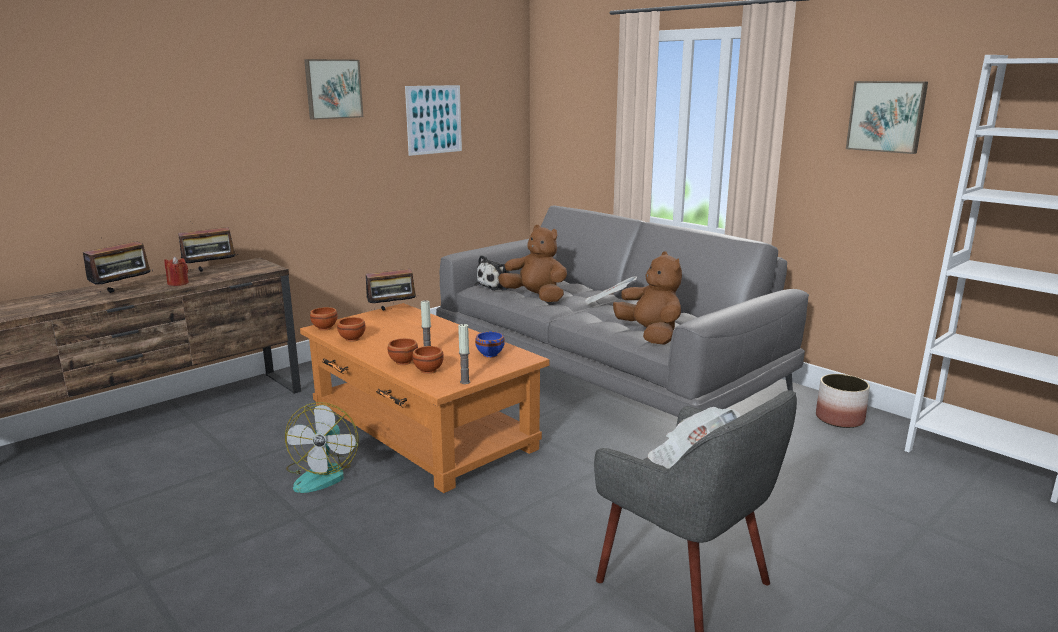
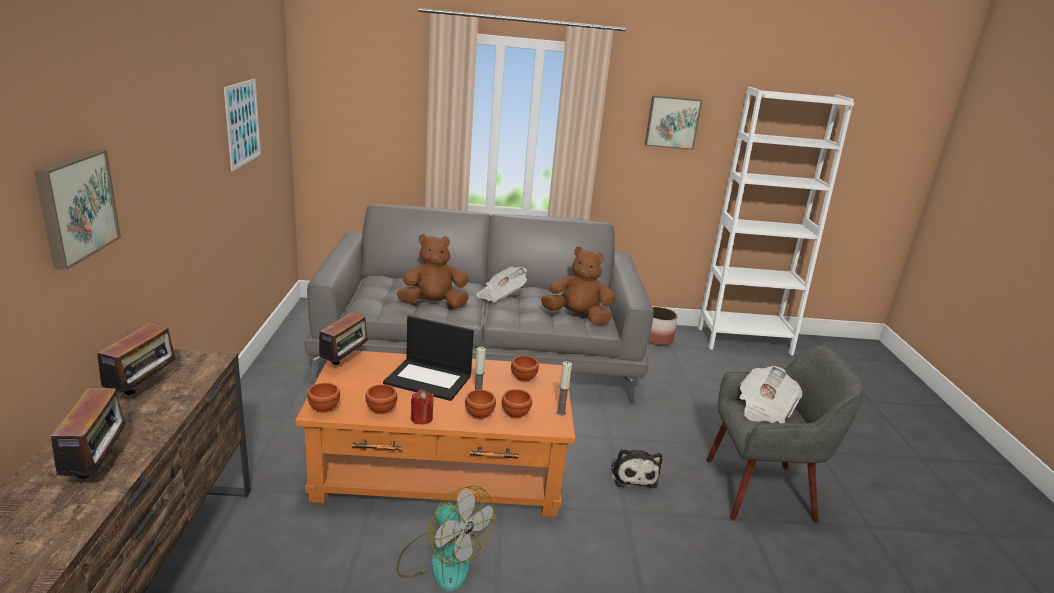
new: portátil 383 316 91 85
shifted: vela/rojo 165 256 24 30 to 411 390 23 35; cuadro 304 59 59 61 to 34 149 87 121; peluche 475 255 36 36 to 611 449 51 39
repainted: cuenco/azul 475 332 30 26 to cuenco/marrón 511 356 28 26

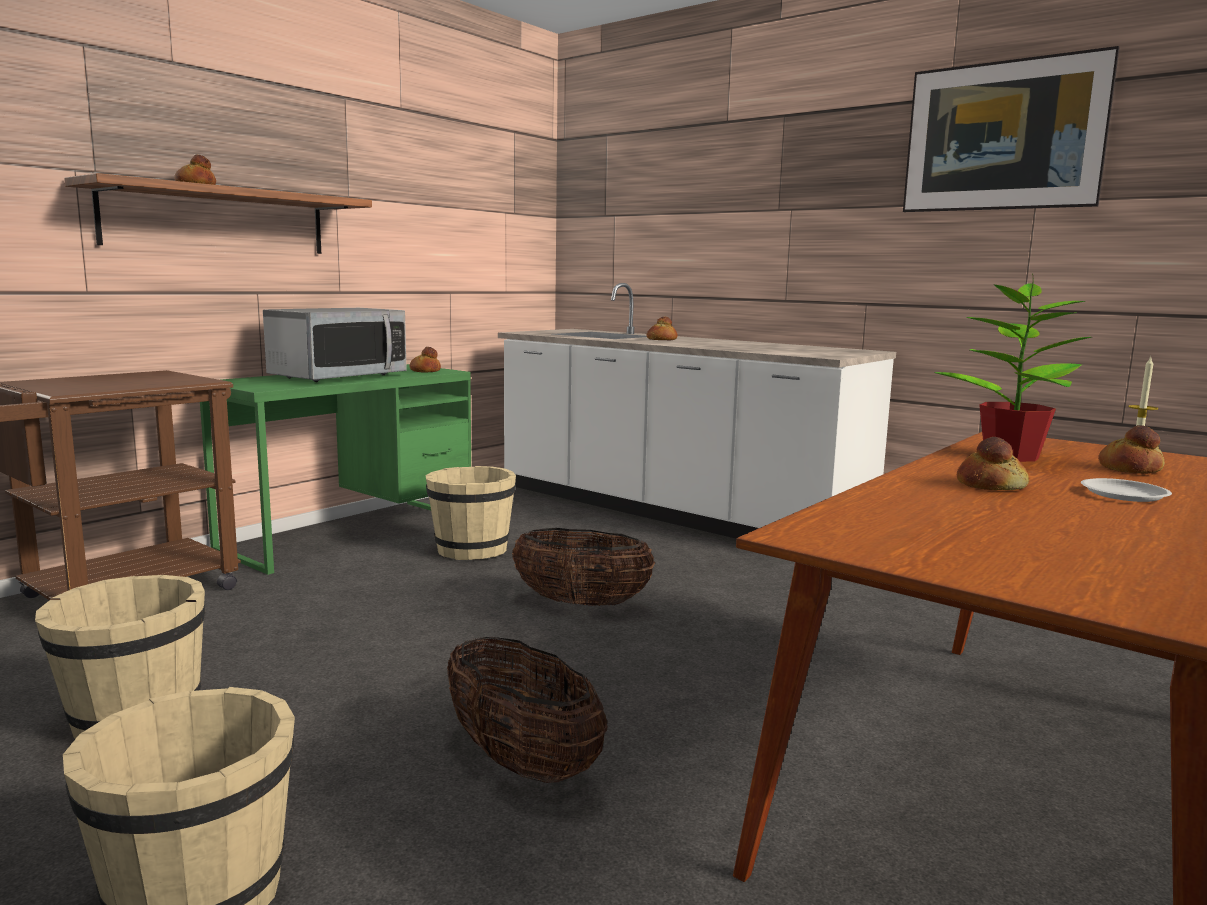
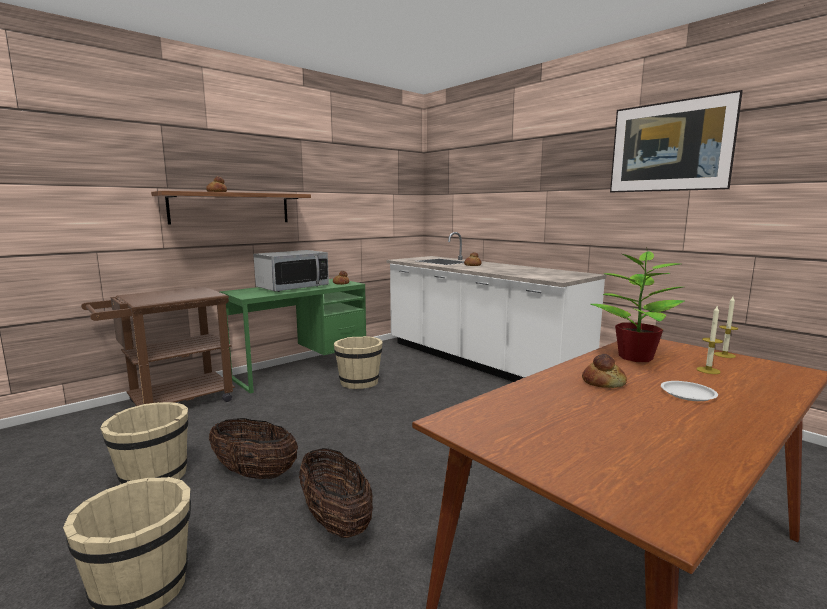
shifted: cesta 512 528 143 78 to 209 418 89 61
swapped: pan 1098 425 66 49 to vela 696 306 27 68

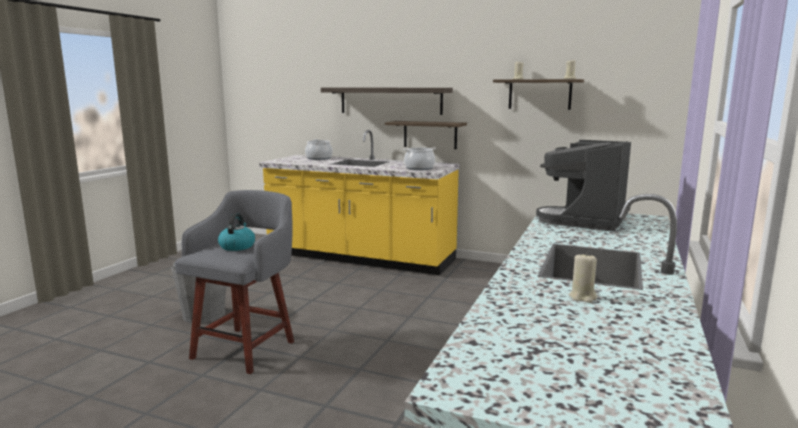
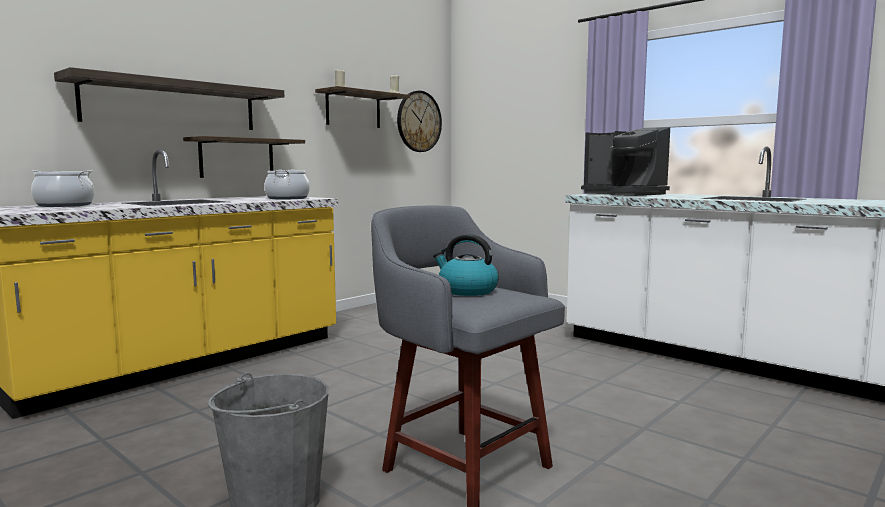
gone: vela/beis 569 252 28 51
new: reloj de pared 397 91 45 61

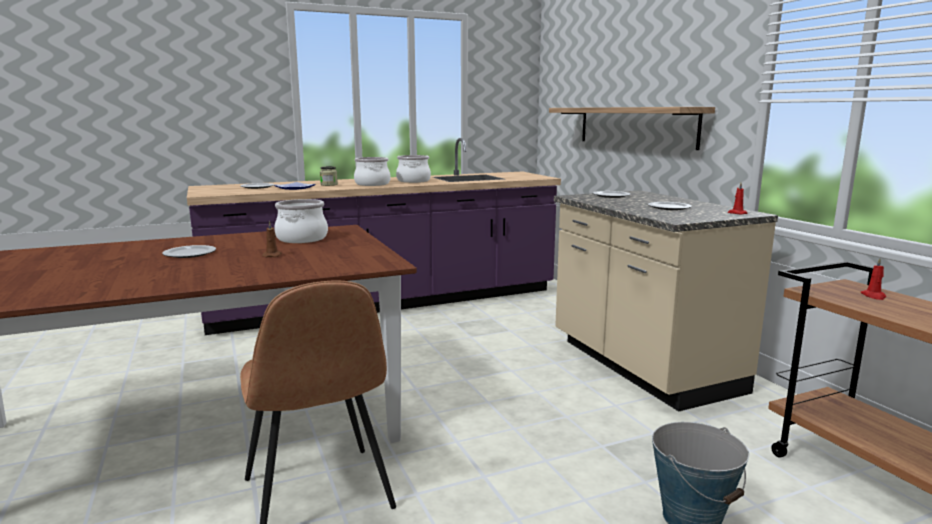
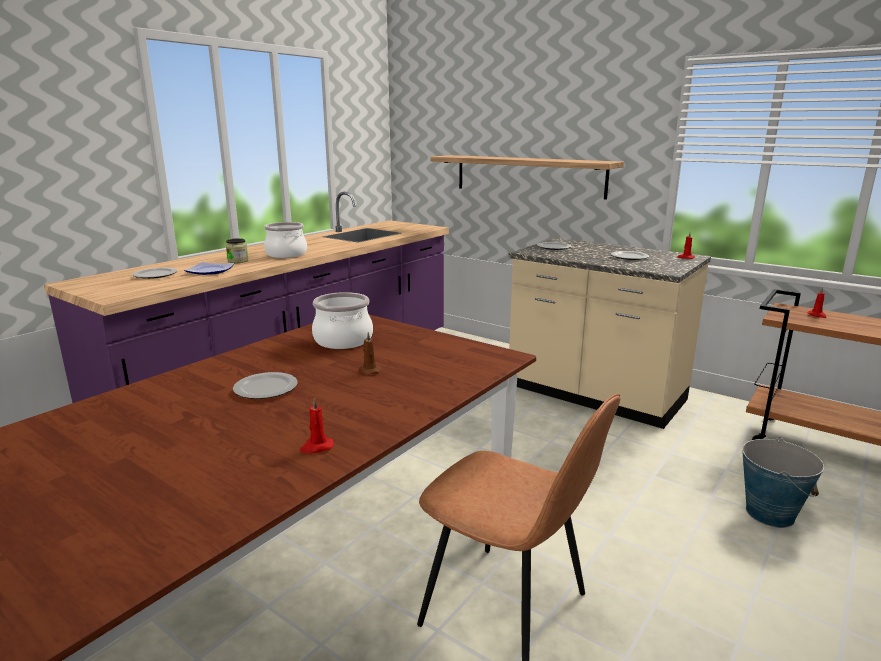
gone: olla 396 155 35 28
new: vela/rojo 300 398 34 55

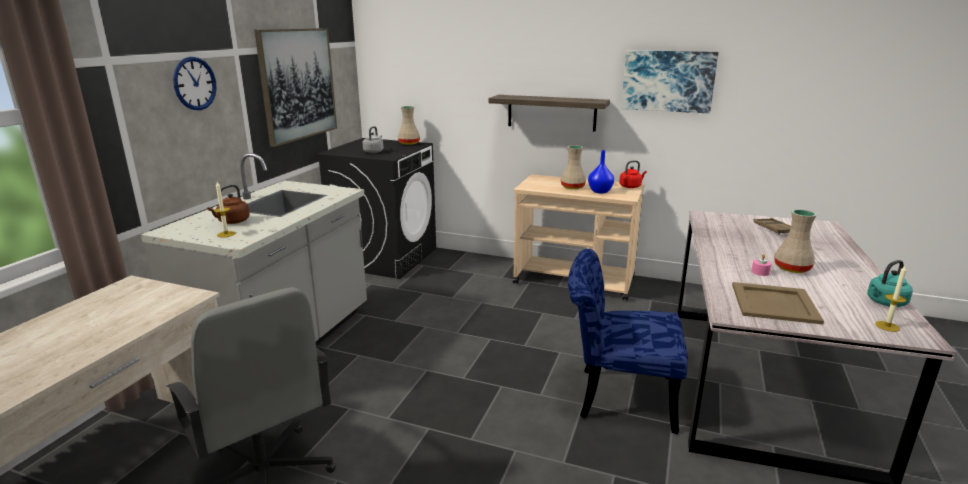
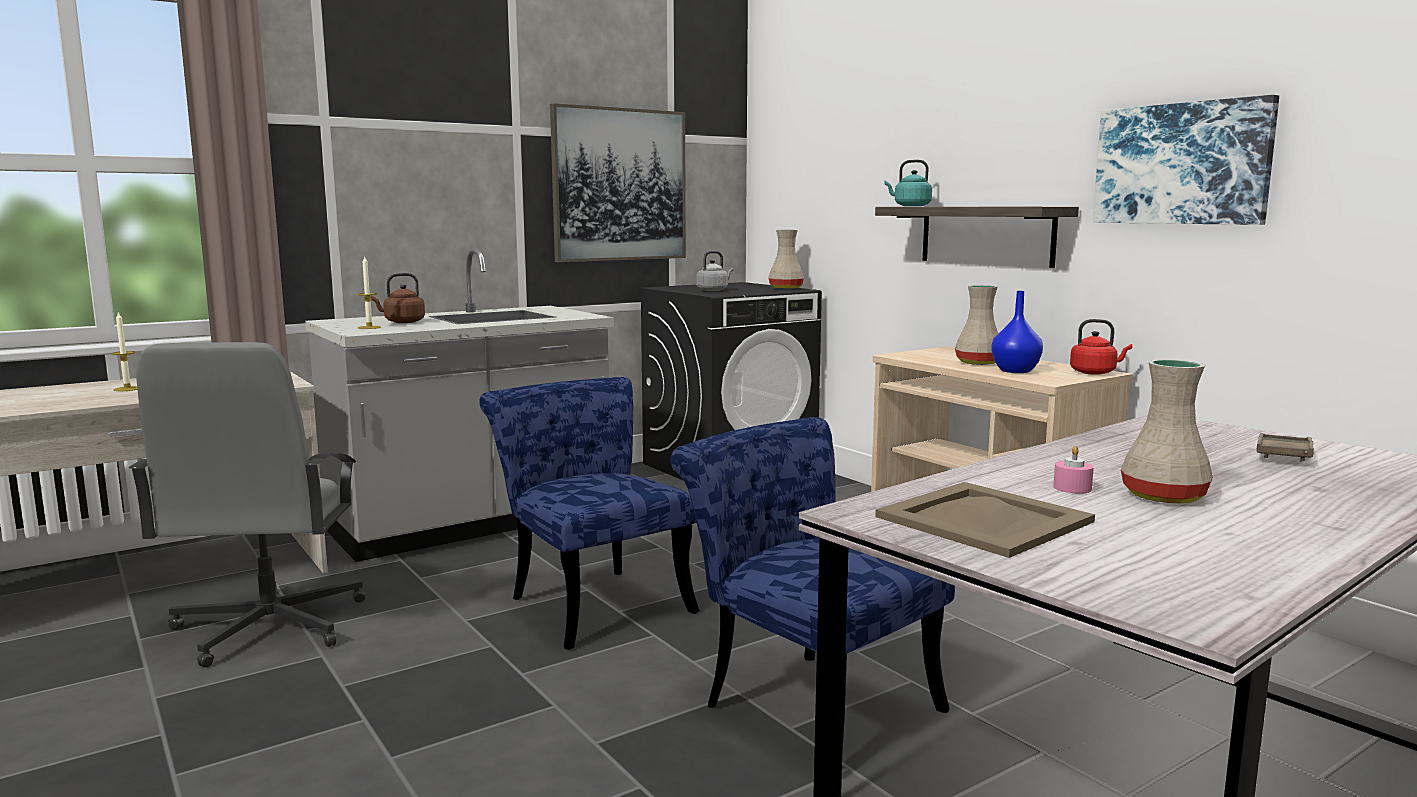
gone: reloj de pared 173 57 43 53
new: silla/azul 479 377 221 273
shifted: hervidor/turquesa 867 260 46 47 to 884 160 48 46; vela 875 266 31 66 to 111 311 26 80

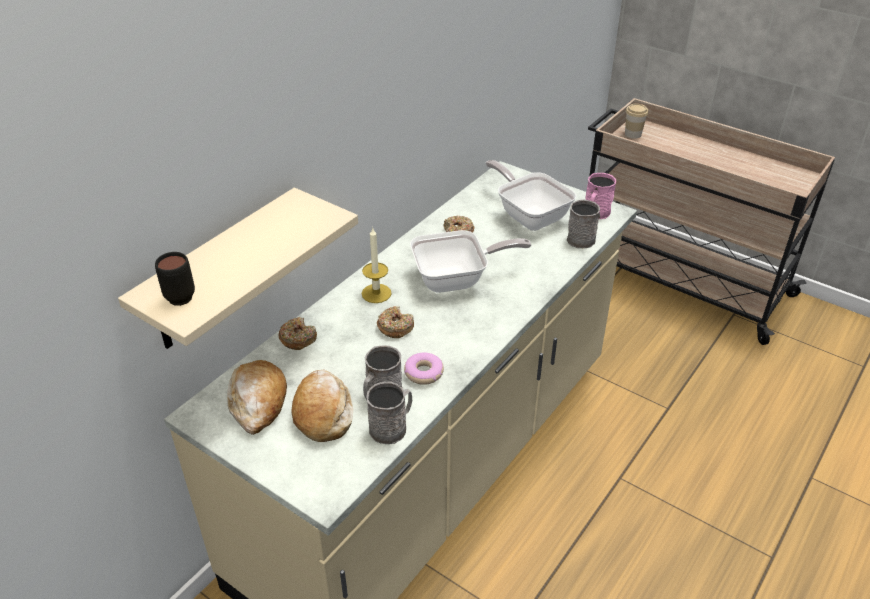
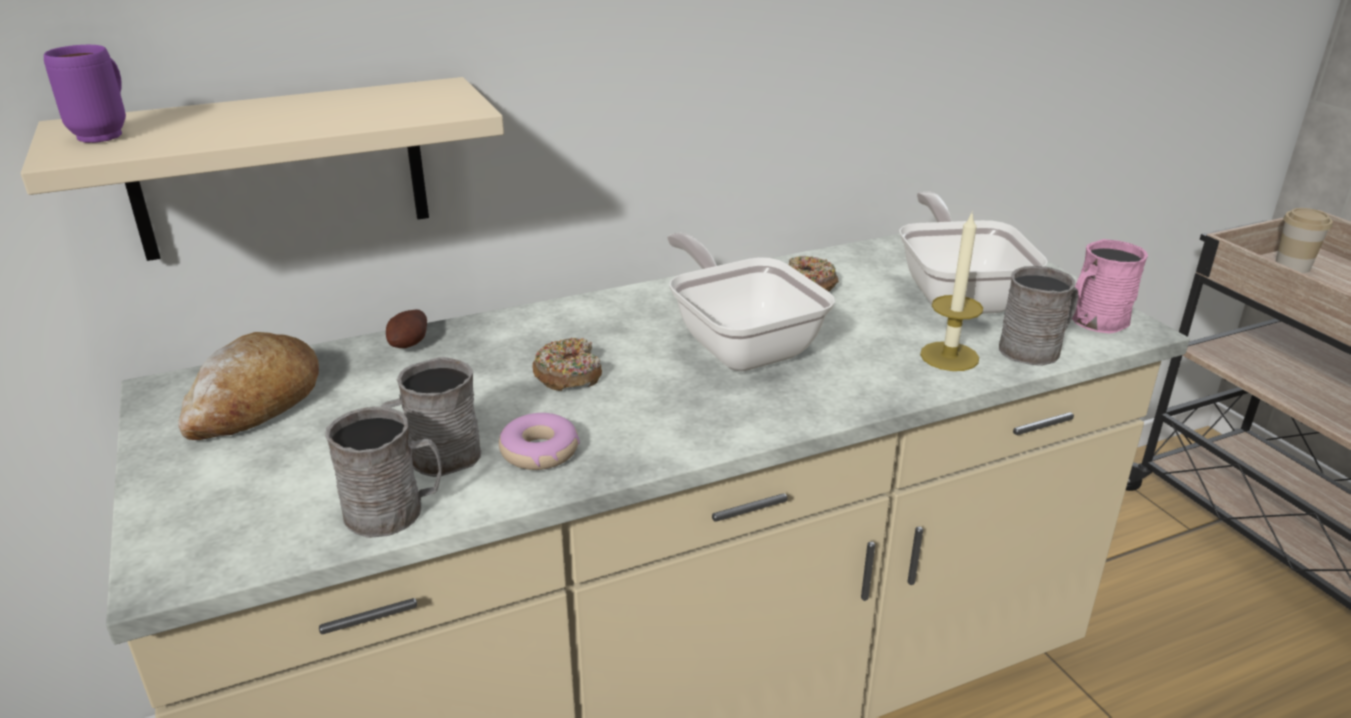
gone: pan 291 370 62 72
shifted: vela 362 228 30 75 to 920 211 63 160
swapped: rosquilla 278 317 39 33 to patata 386 310 41 38
repainted: taza grande/negro 155 252 40 54 to taza grande/morado 44 45 82 98
rotated: sartén 410 230 121 63 = 667 233 168 138 135 degrees counterclockwise

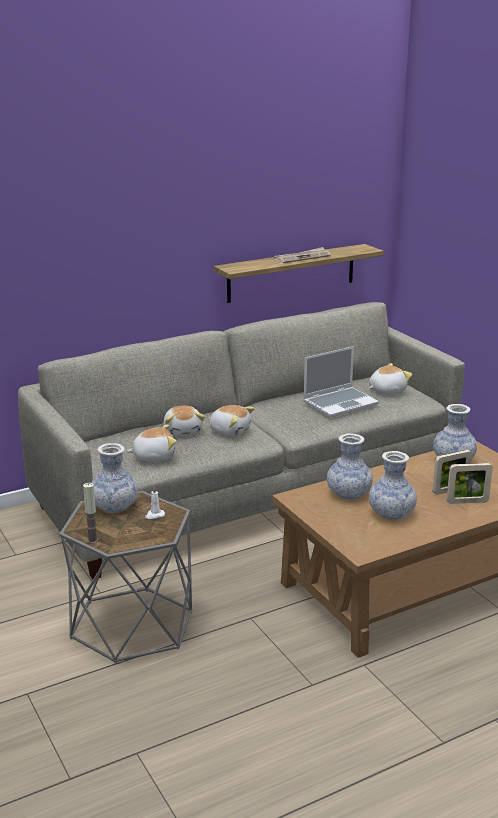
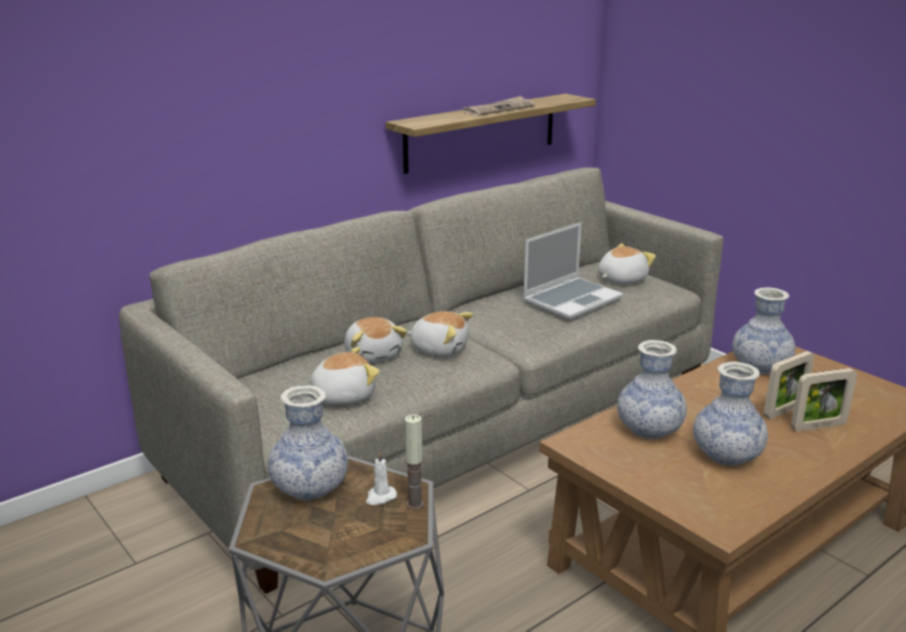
shifted: vela 83 483 15 61 to 405 414 19 96

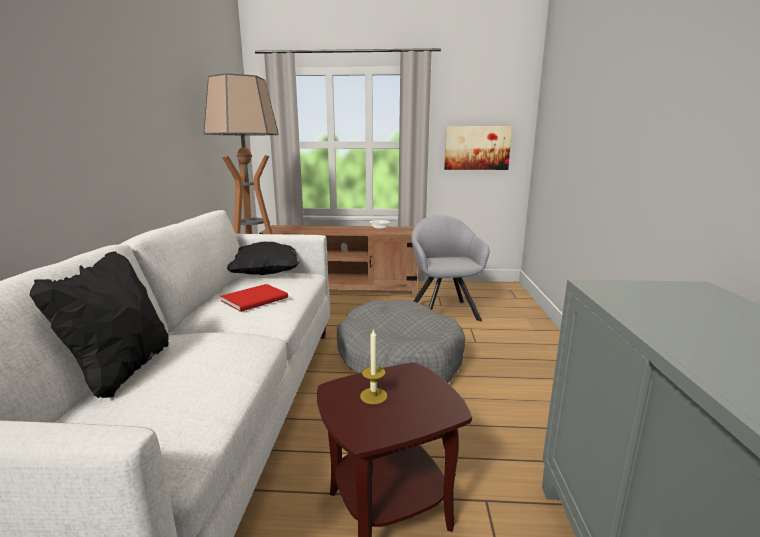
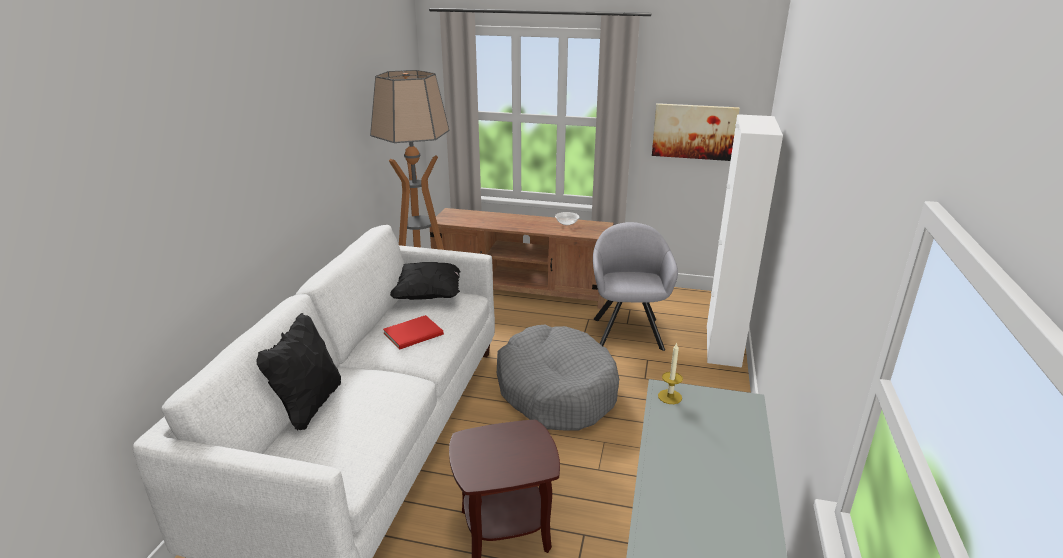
new: armario/blanco 707 114 76 253
shifted: vela 360 328 28 76 to 658 342 25 62

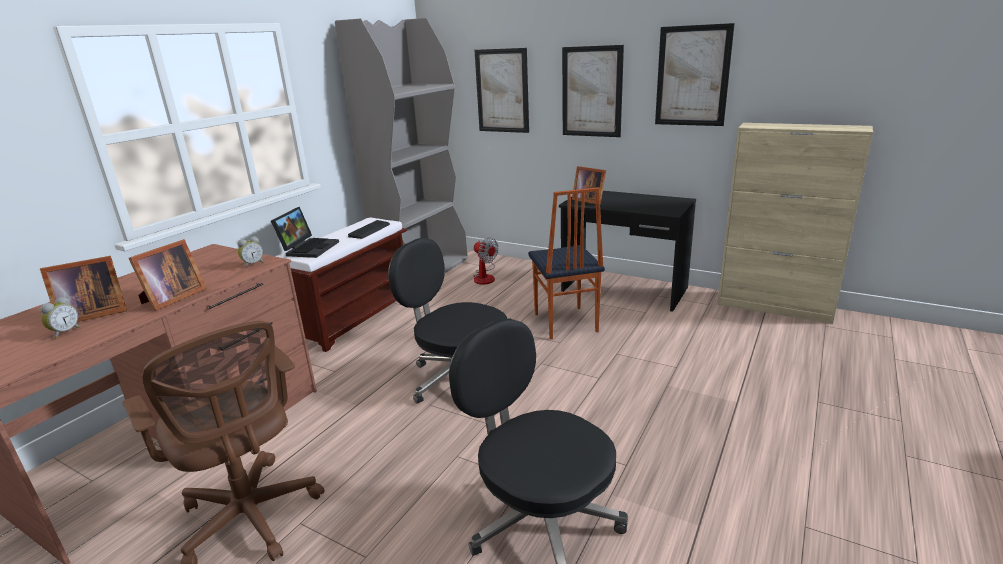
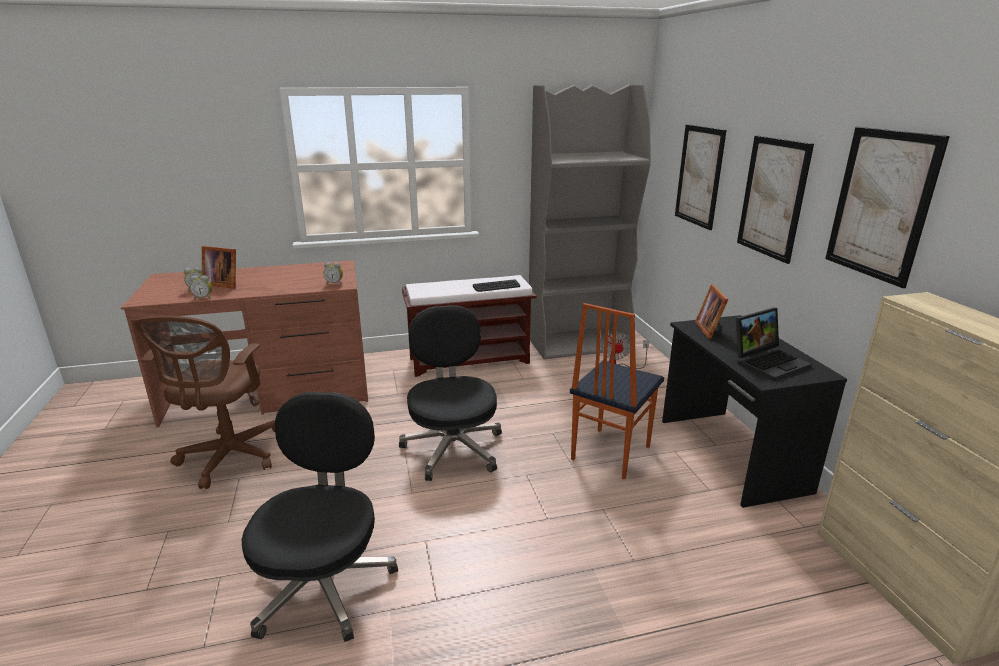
gone: portarretratos 129 239 78 72
new: despertador 190 275 22 24
shifted: portátil 271 207 68 51 to 736 308 76 73

